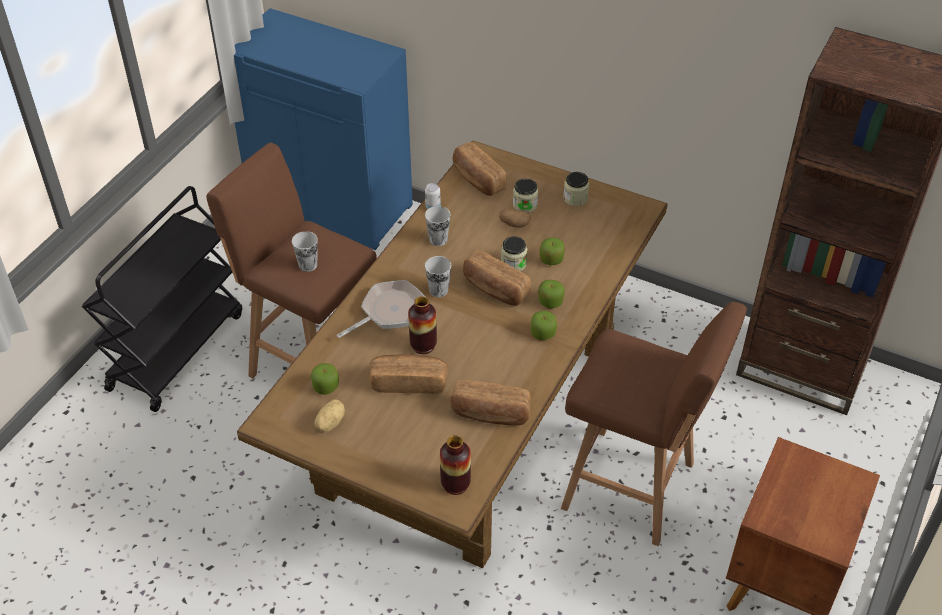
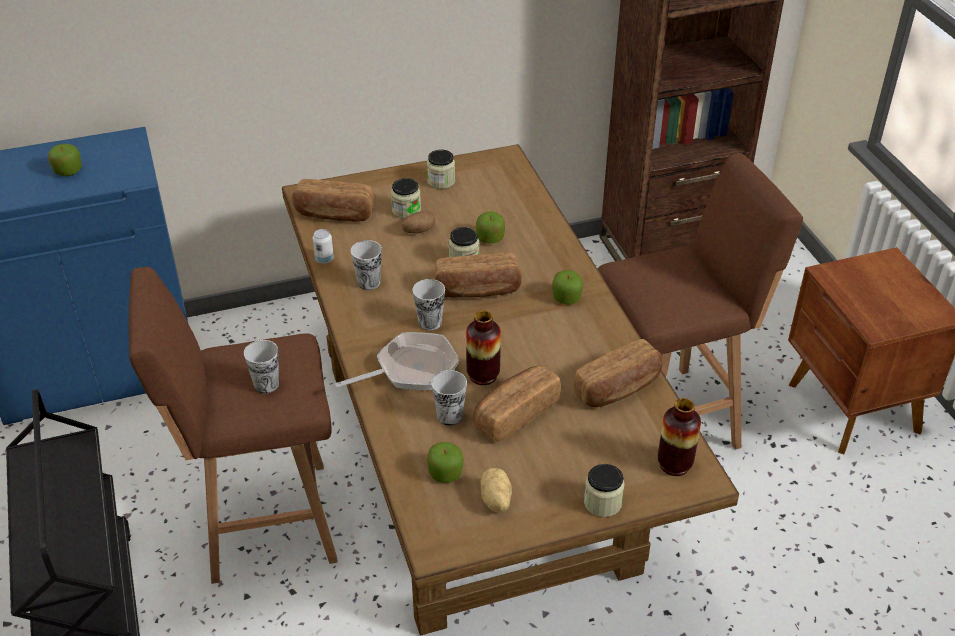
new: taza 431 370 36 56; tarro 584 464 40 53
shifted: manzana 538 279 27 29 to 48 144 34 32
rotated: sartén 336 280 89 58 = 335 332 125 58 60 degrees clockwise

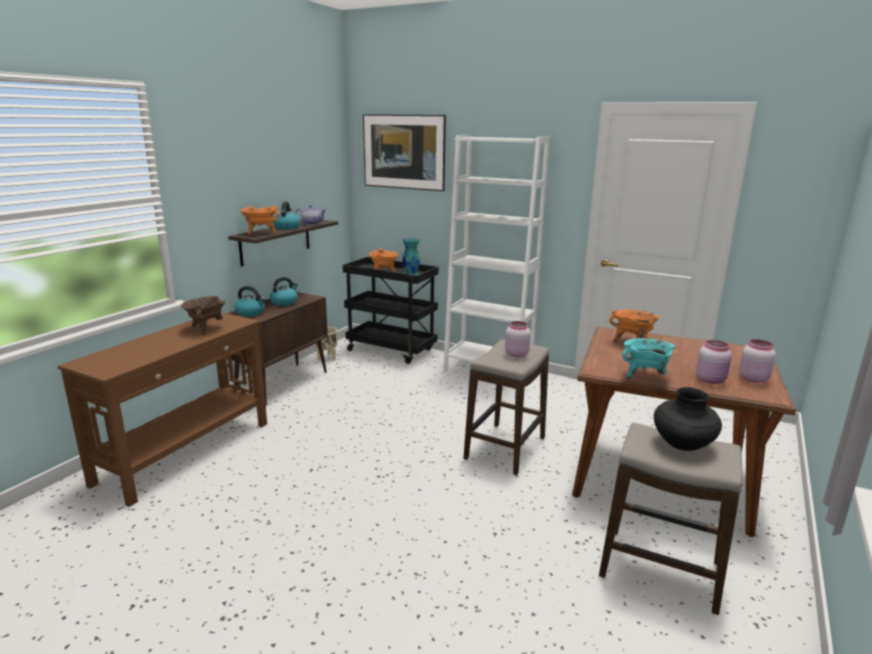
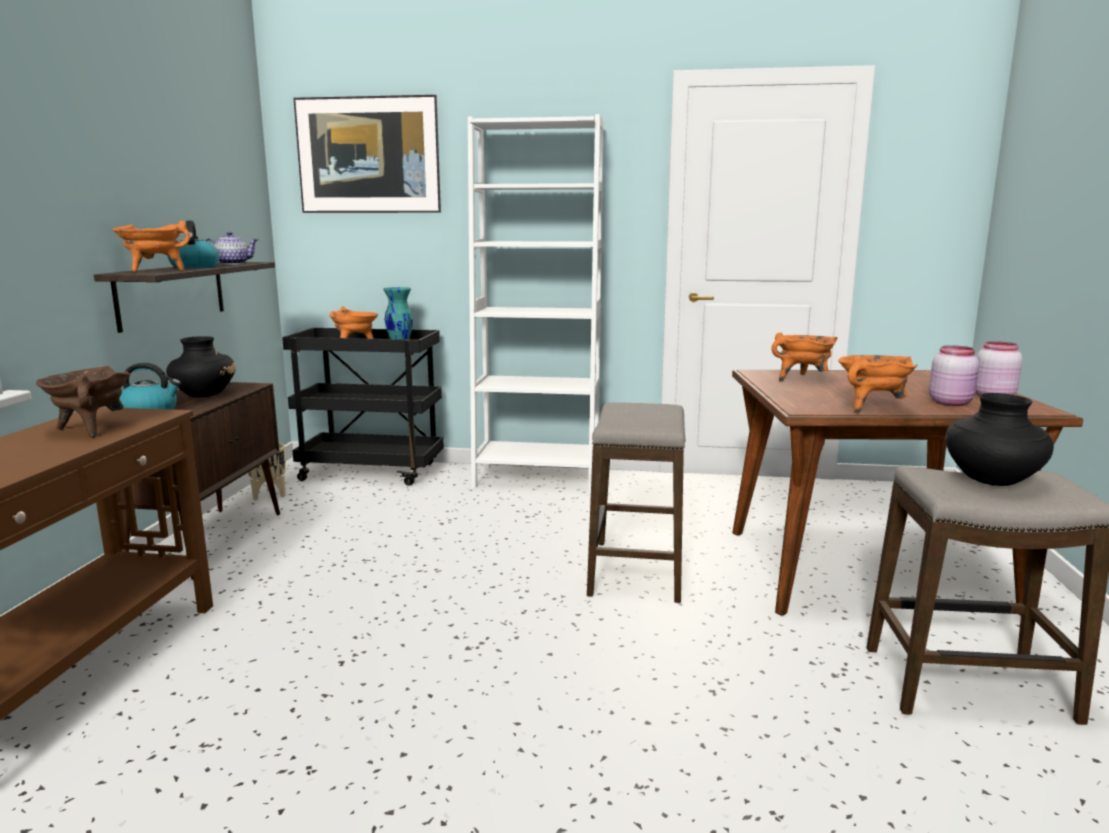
gone: tarro/rosa 505 321 26 37
swapped: hervidor 269 277 29 29 to florero/negro 166 336 70 61
repainted: olla/turquesa 622 338 53 42 to olla/naranja 838 355 80 59

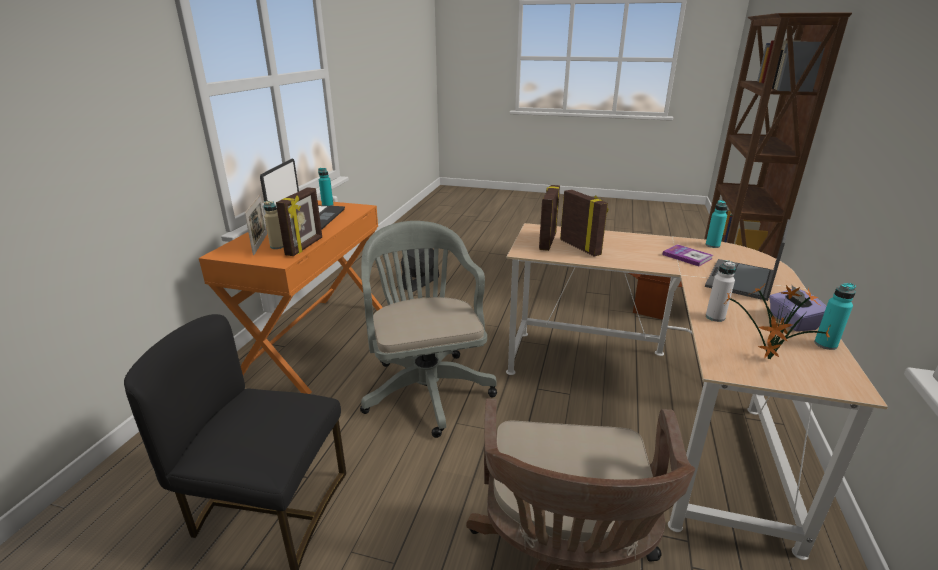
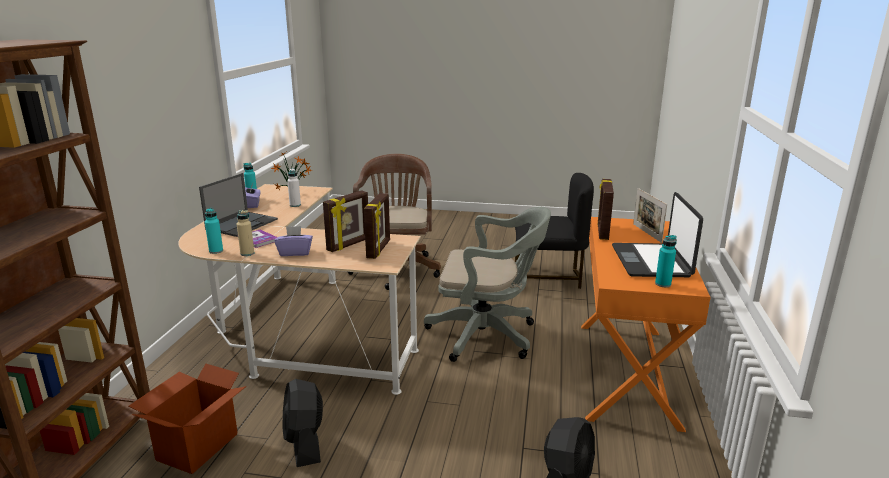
new: caja de pañuelos/morado 274 226 39 30; ventilador/negro 283 379 40 88
shifted: botella/beis 264 201 19 48 to 237 210 17 46
rotated: silla de oficina/gris 360 221 137 217 = 424 207 127 155 60 degrees counterclockwise; portarretratos 560 189 48 68 = 323 190 45 62 105 degrees counterclockwise

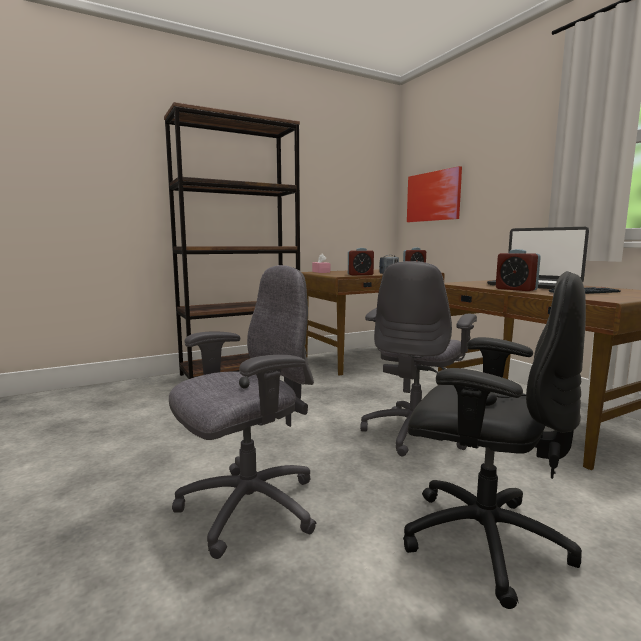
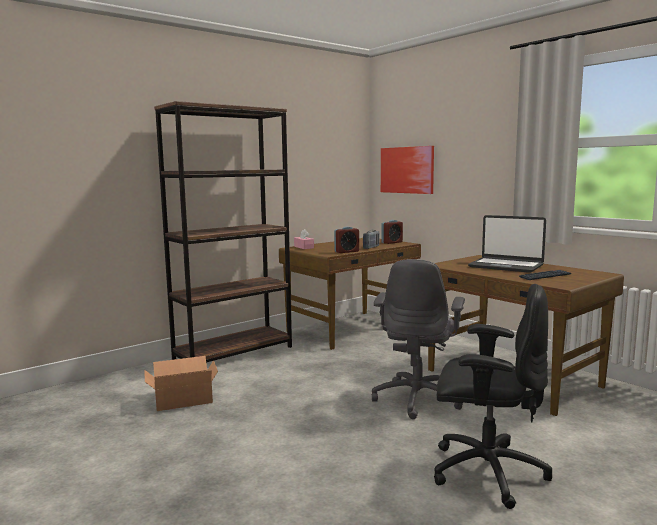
gone: silla de oficina/gris 169 265 148 294; despertador 496 249 45 42
new: caja de cartón 144 356 74 55

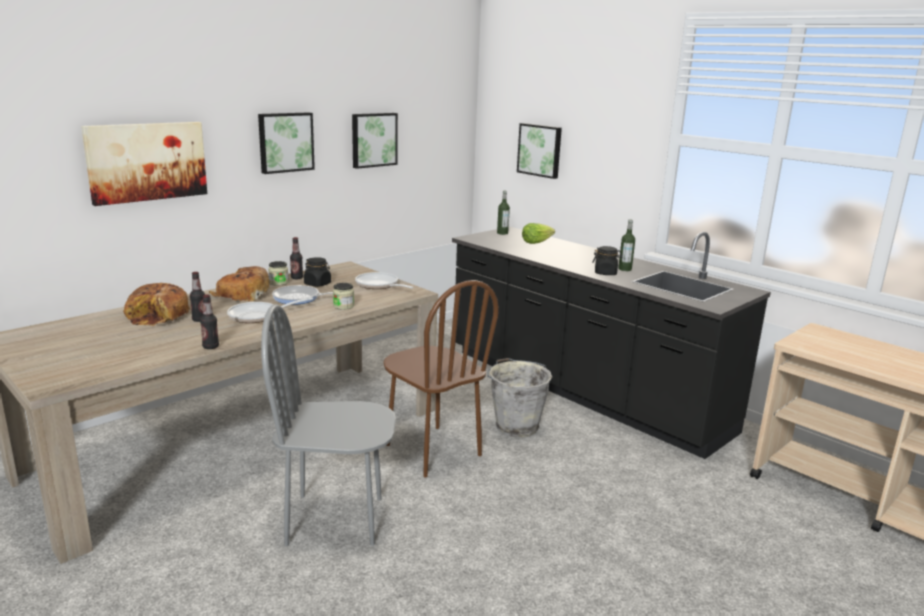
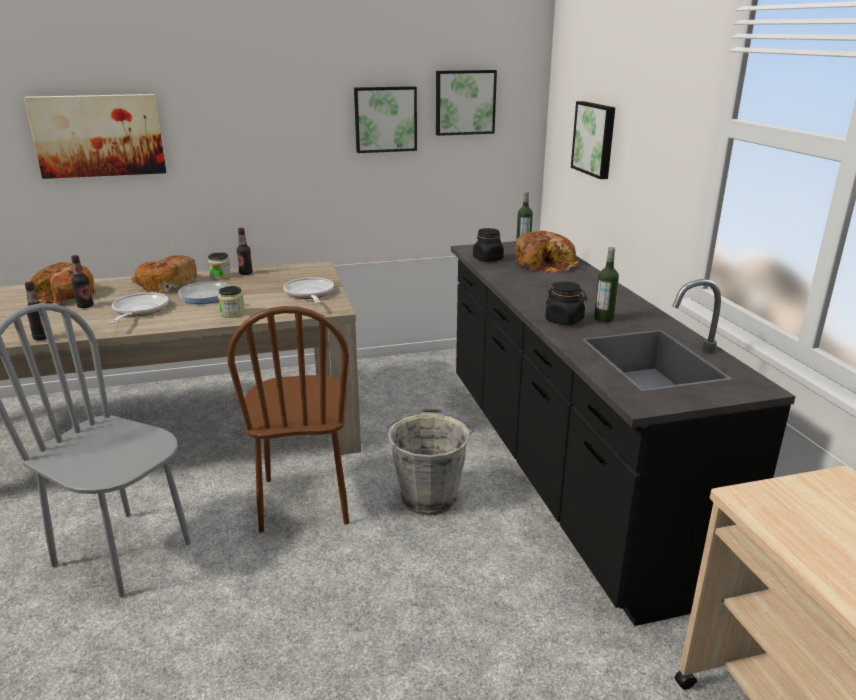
shifted: cuadro 258 112 57 62 to 436 70 61 66; tarro/negro 304 257 27 30 to 473 228 31 34
swapped: lechuga 522 223 33 21 to pan 516 231 64 42
rotated: sartén 227 297 86 26 = 110 292 59 32 90 degrees clockwise

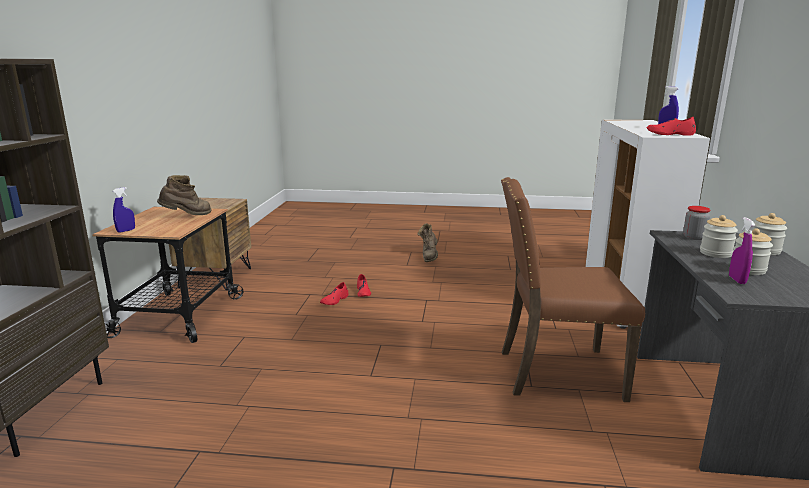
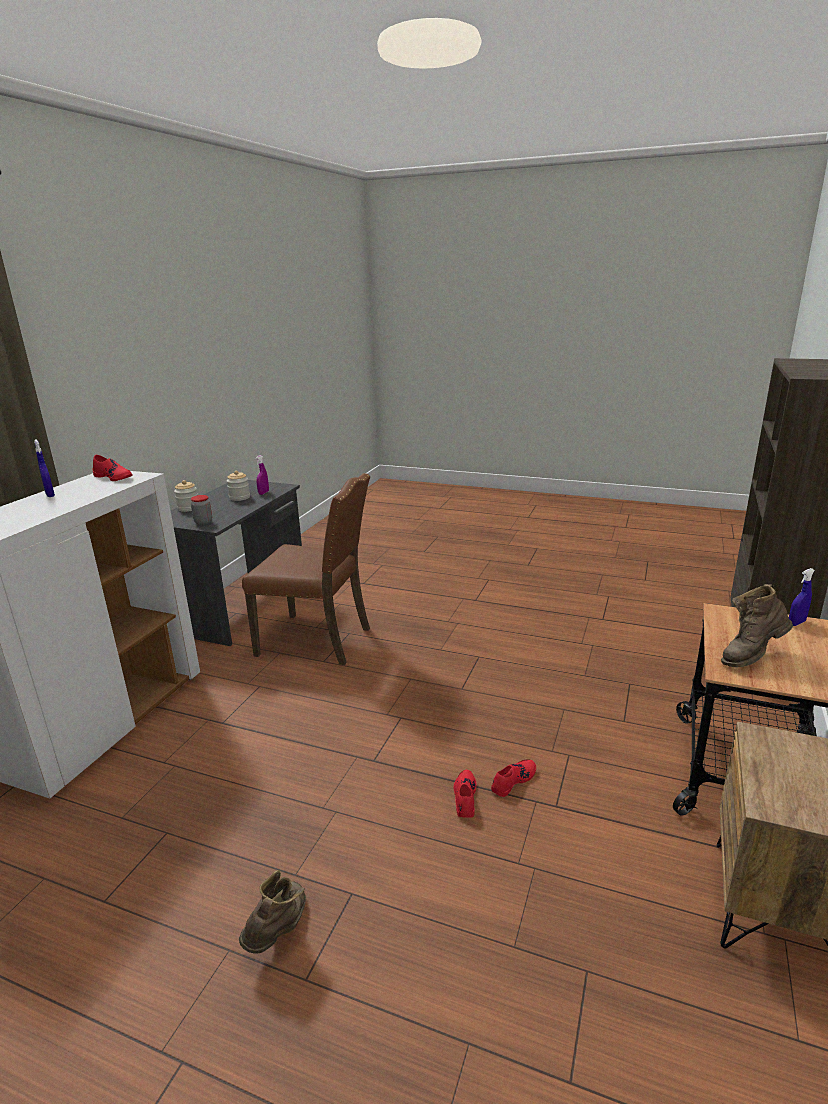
gone: tarro 700 215 38 43

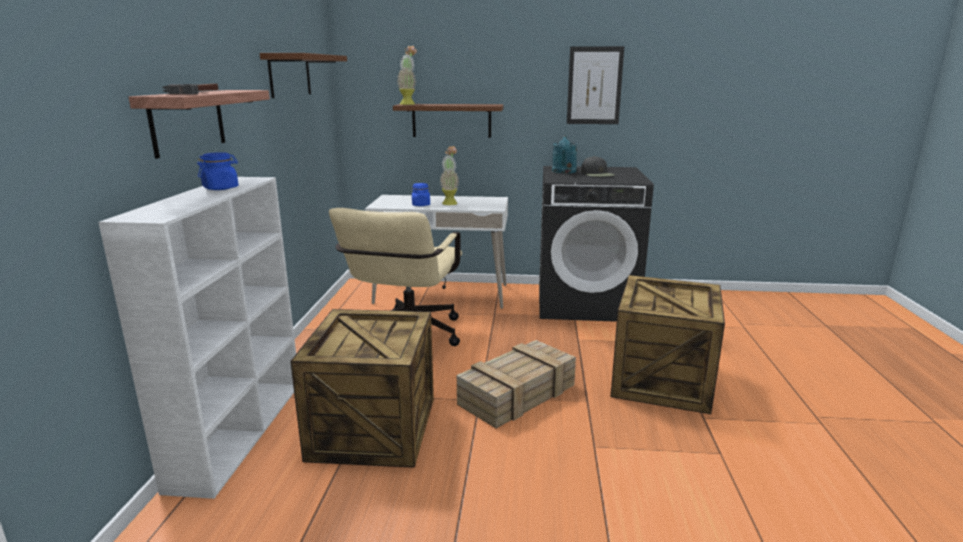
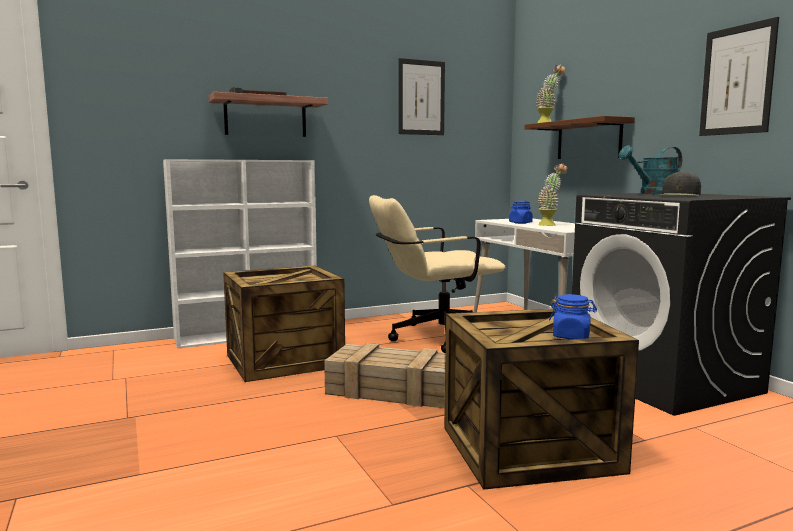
shifted: tarro/azul 197 152 41 38 to 549 294 48 45
swapped: estante/marrón 260 53 87 45 to cuadro 398 58 47 77

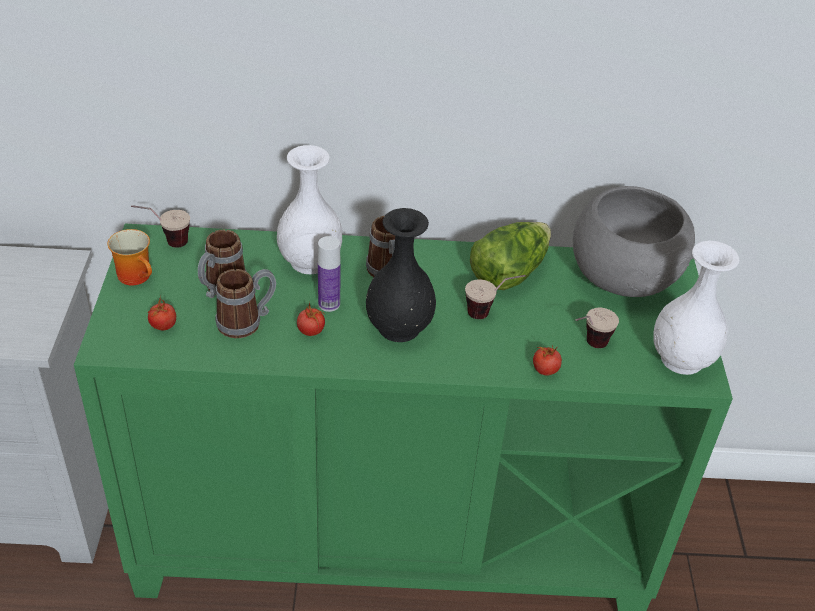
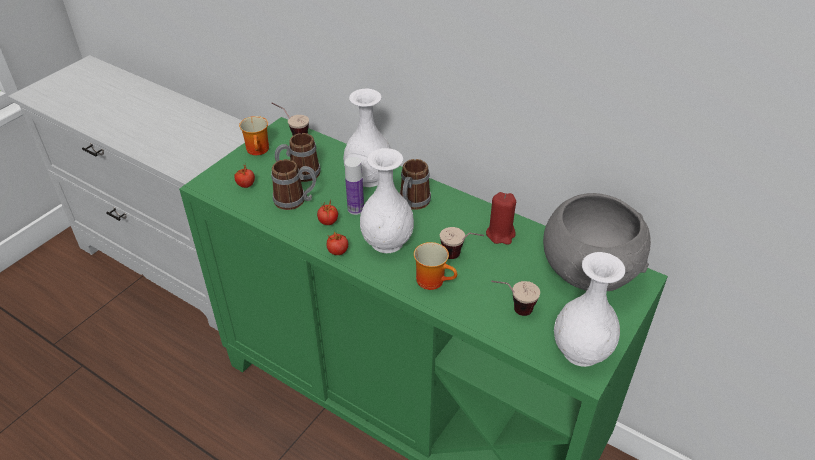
new: taza grande 414 242 43 48
shifted: tomate 533 346 29 29 to 327 232 21 23
swapped: lechuga 470 222 81 68 to vela/rojo 486 192 30 53
repainted: florero/negro 366 208 70 134 to florero/blanco 360 148 54 105

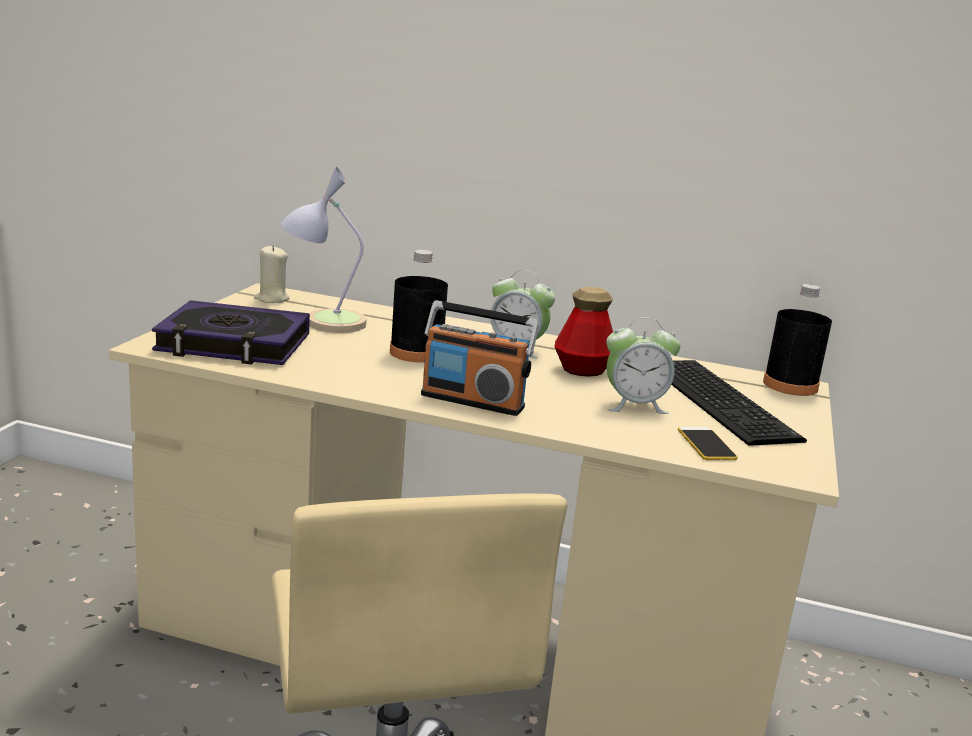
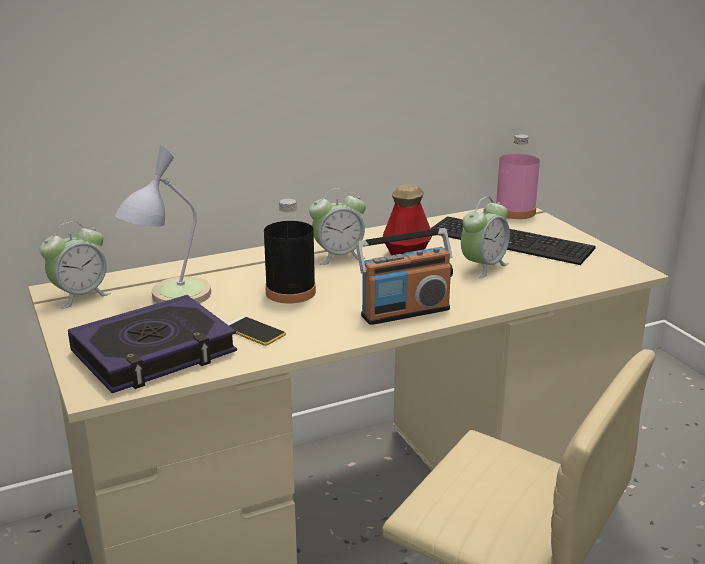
shifted: móvil 678 427 60 33 to 226 315 60 31
swapped: vela/beis 254 246 36 57 to despertador 40 221 71 88
repainted: botella/negro 763 284 69 112 to botella/rosa 496 134 44 85

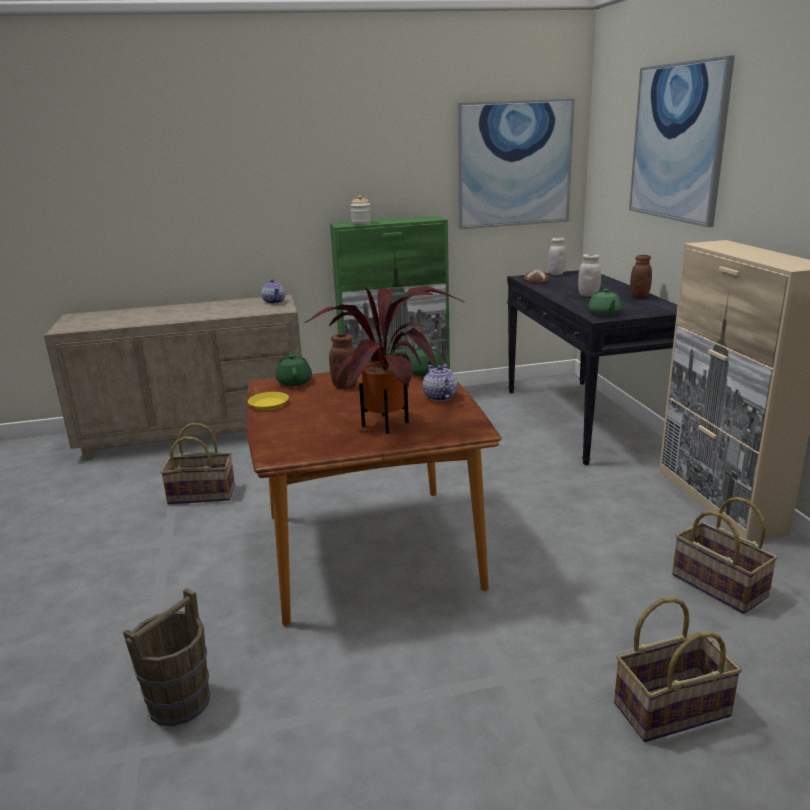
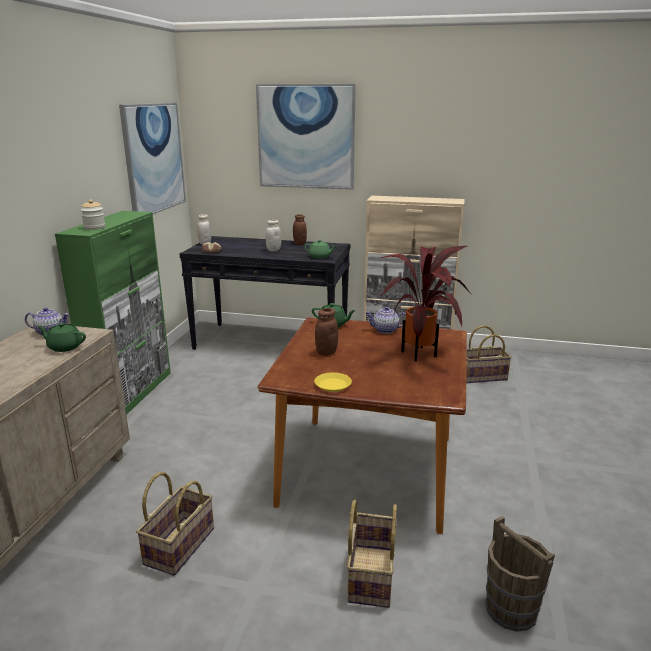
shifted: tetera/verde 275 352 37 34 to 37 323 49 29; cesta 614 597 128 145 to 347 500 50 108

